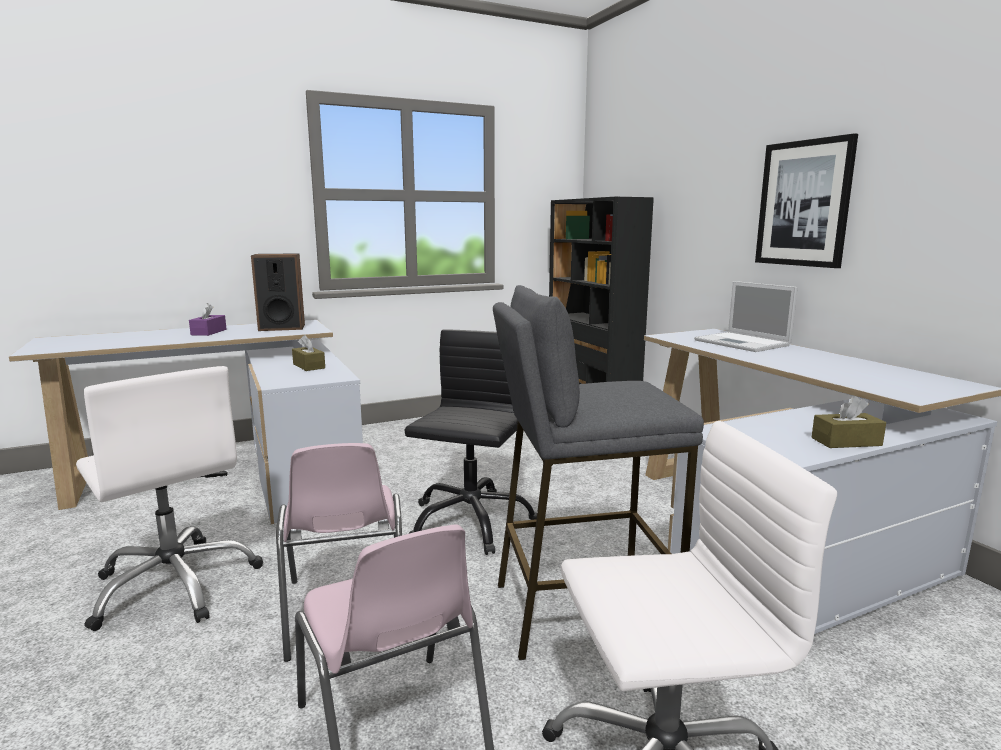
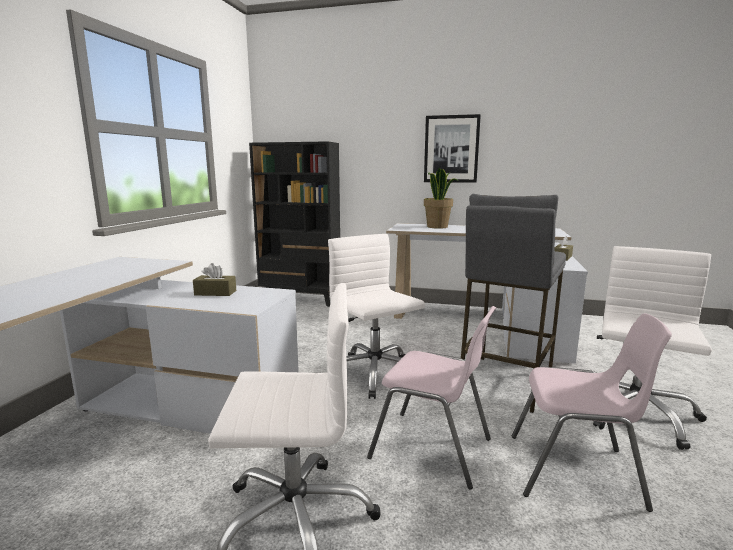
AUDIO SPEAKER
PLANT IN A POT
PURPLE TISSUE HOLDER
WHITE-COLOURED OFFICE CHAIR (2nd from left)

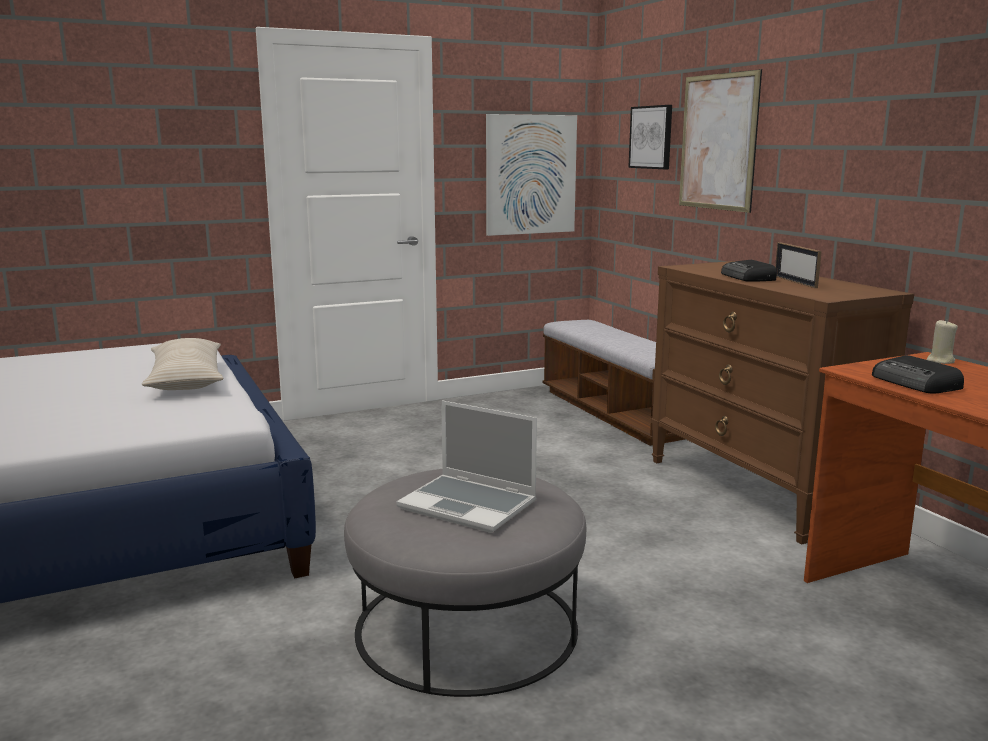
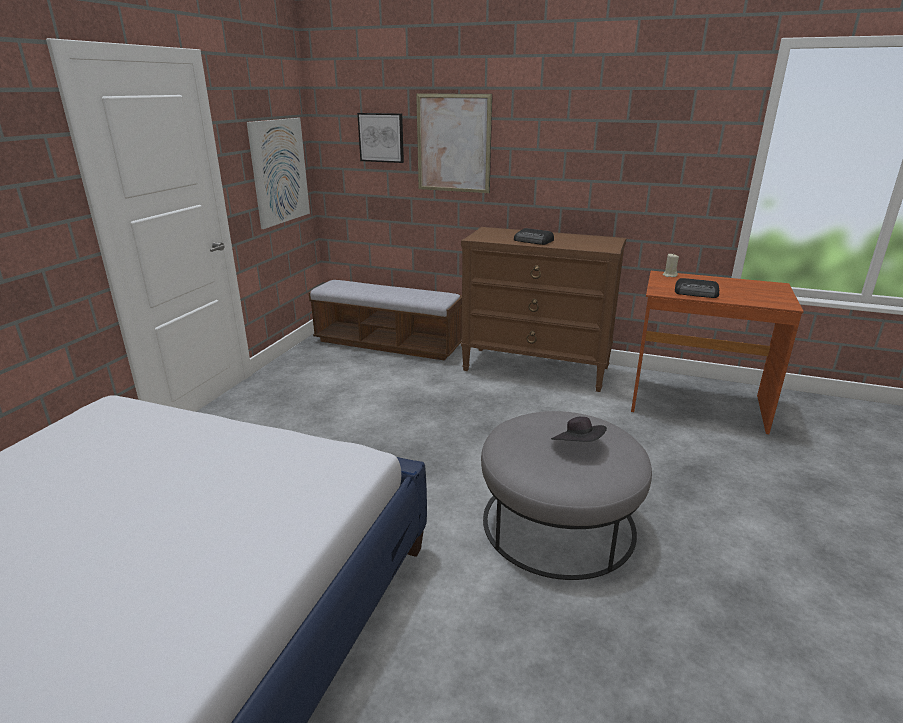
STANDING FRAME
SAND-COLOURED CUSHION
BLACK-COLOURED WEARABLE HAT

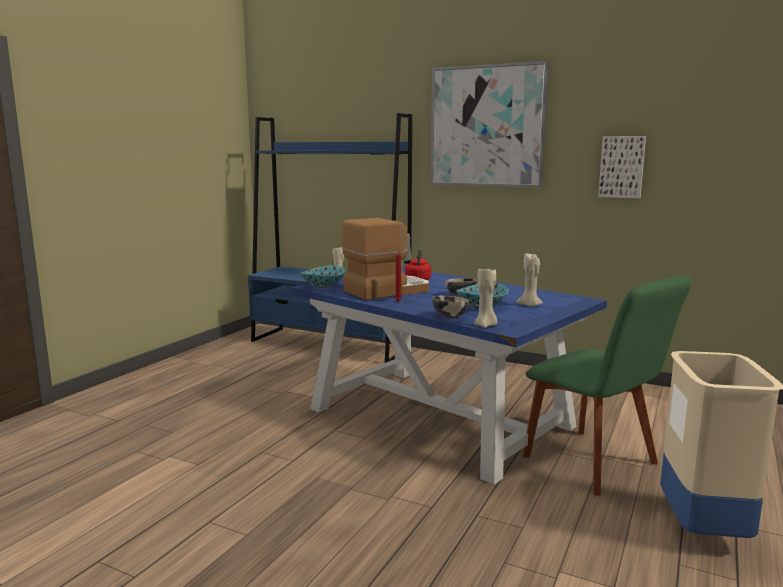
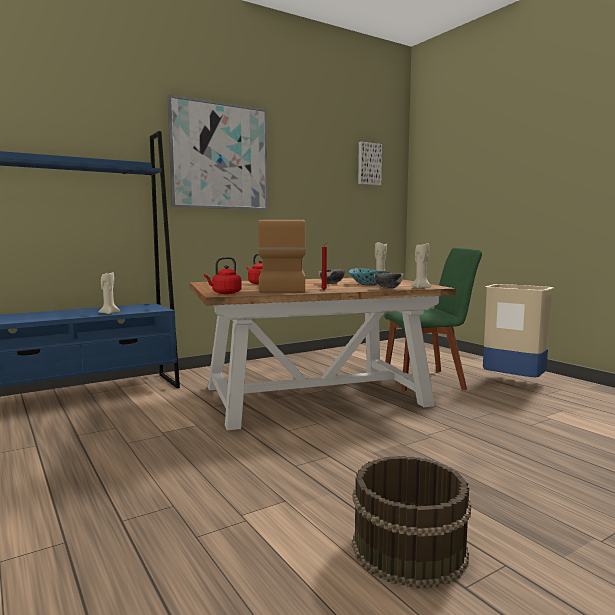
WALL ART (2nd from left)
RED WATER KETTLE (1st from left)
BROWN-COLOURED DINNER TABLE
BROWN-COLOURED PAIL

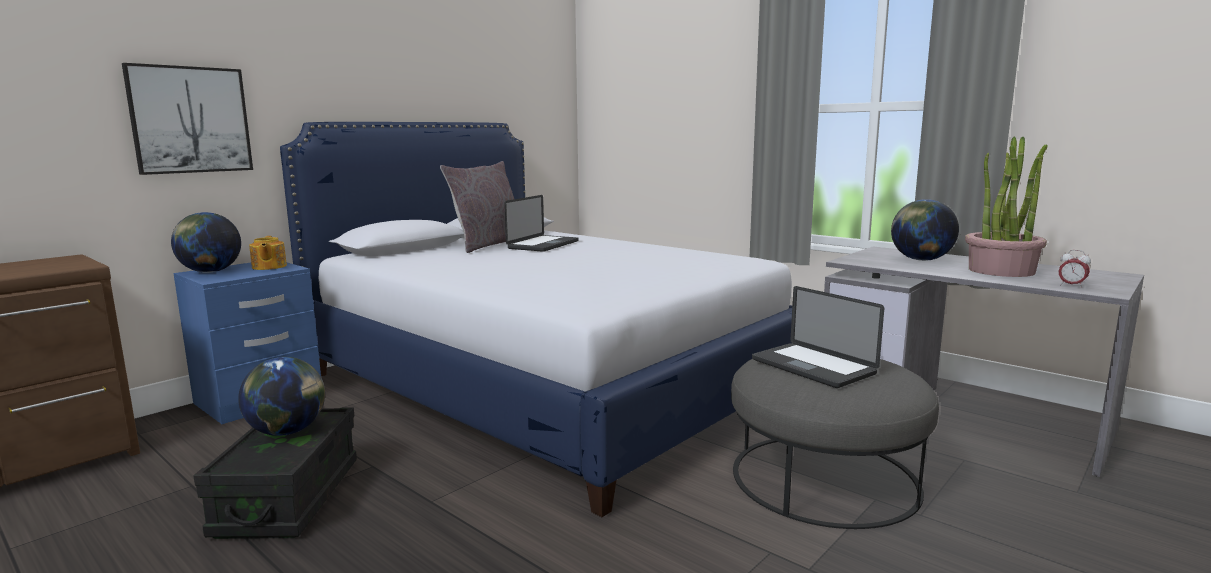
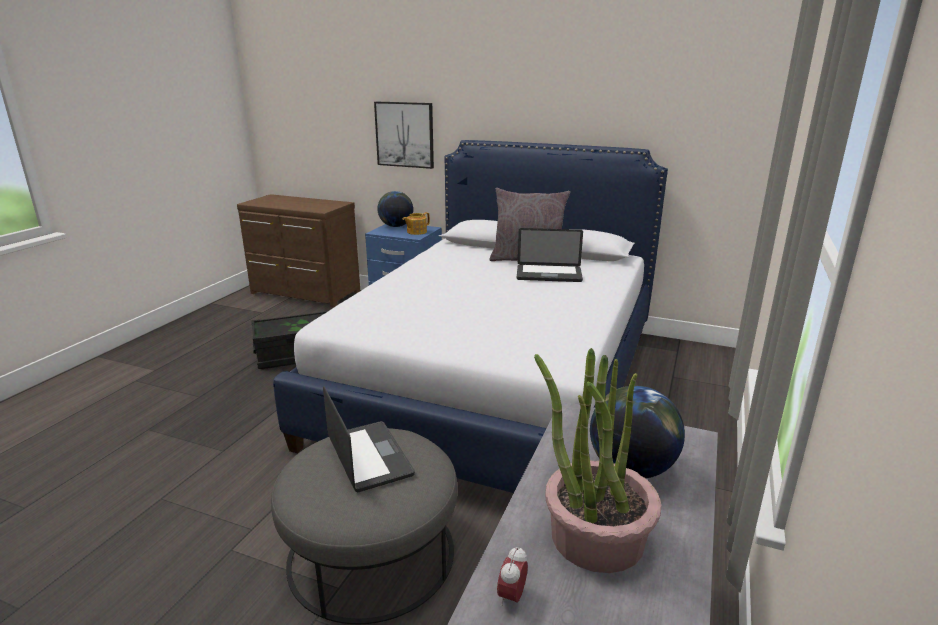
PORTABLE COMPUTER (1st from left)
WORLD GLOBE (2nd from left in the first image)

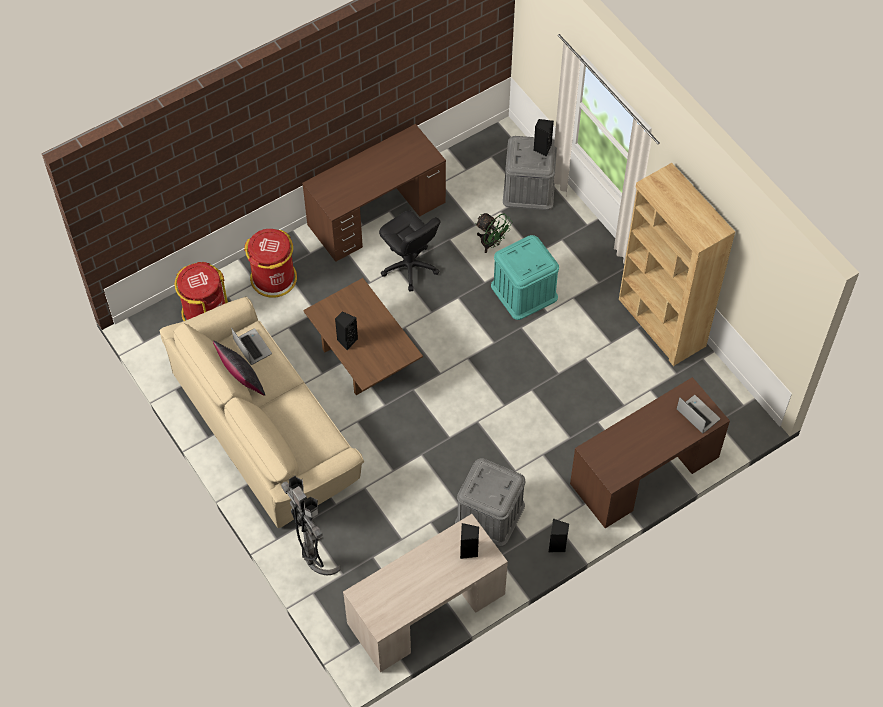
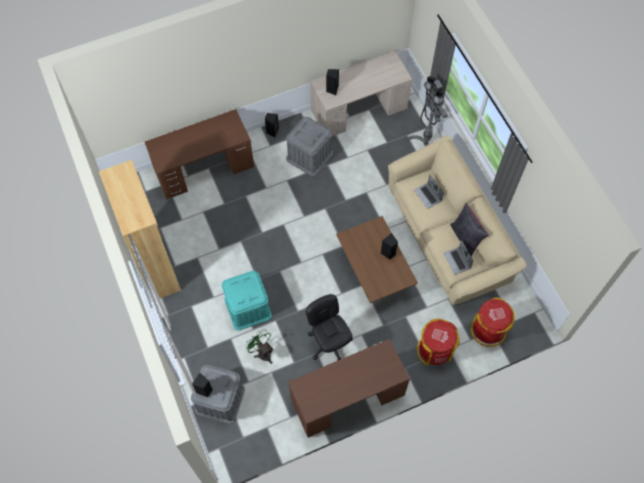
PORTABLE COMPUTER (1st from left)

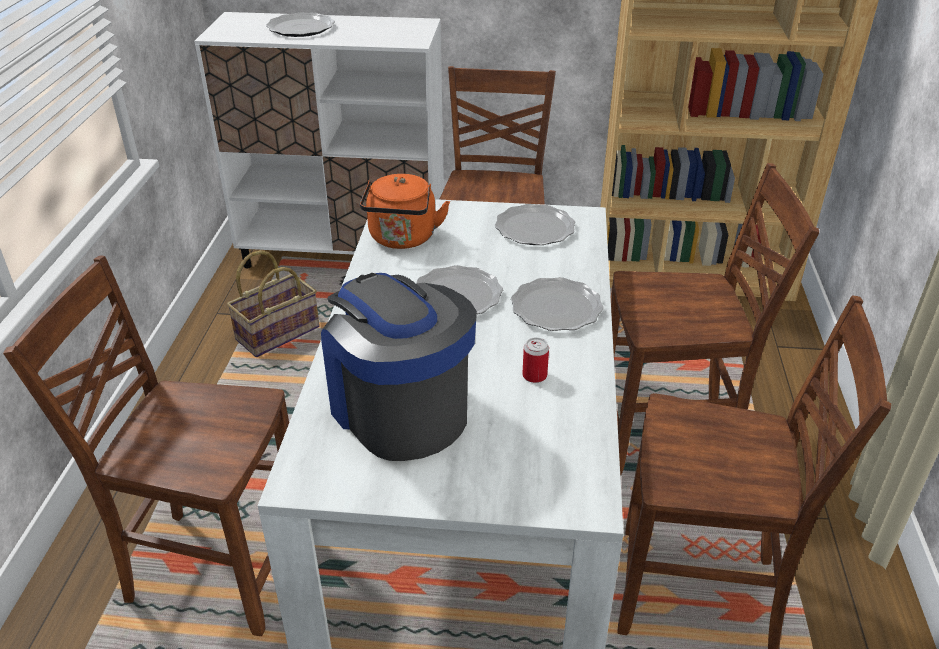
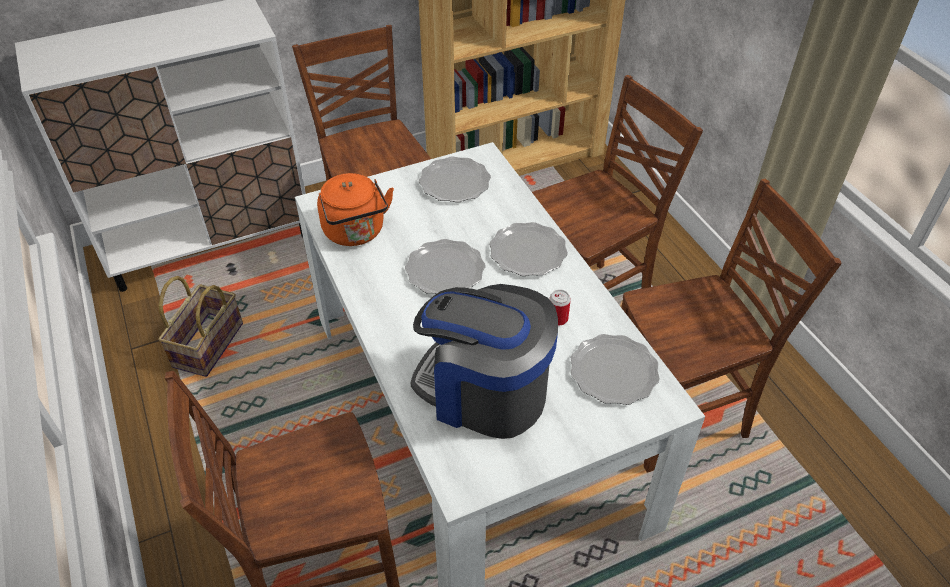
DINNER PLATE (4th from left)

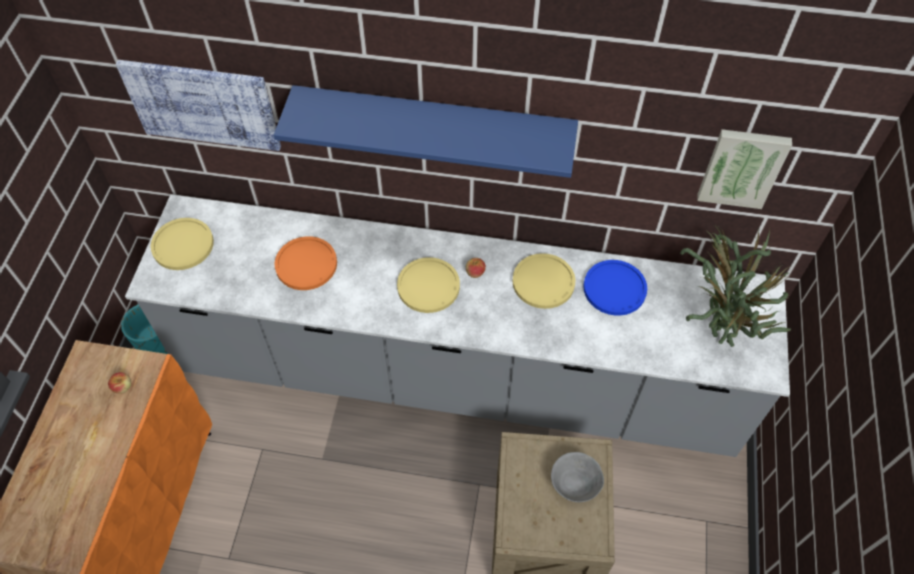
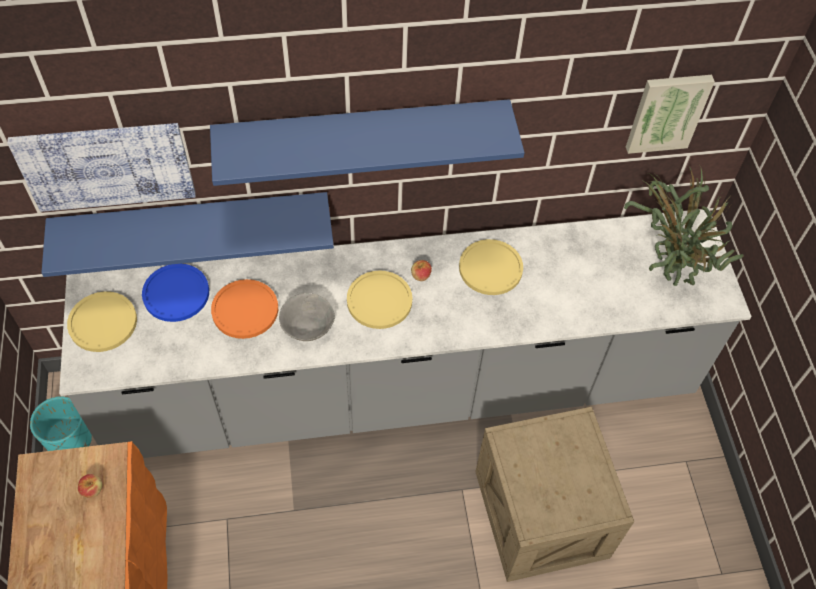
BLUE DINNER PLATE
GRAY DEEP DISH
BLUE SHELF (1st from left)

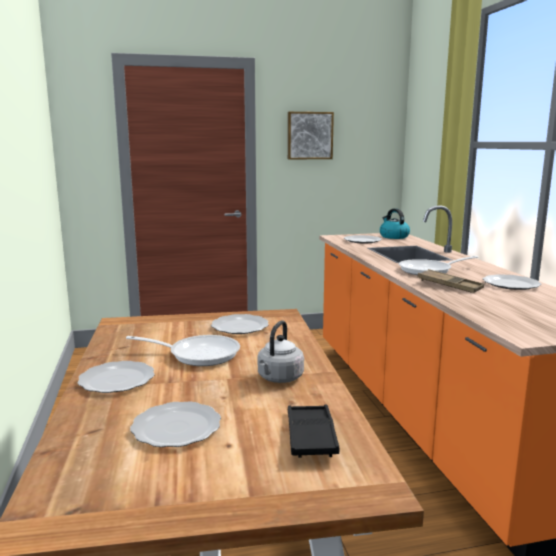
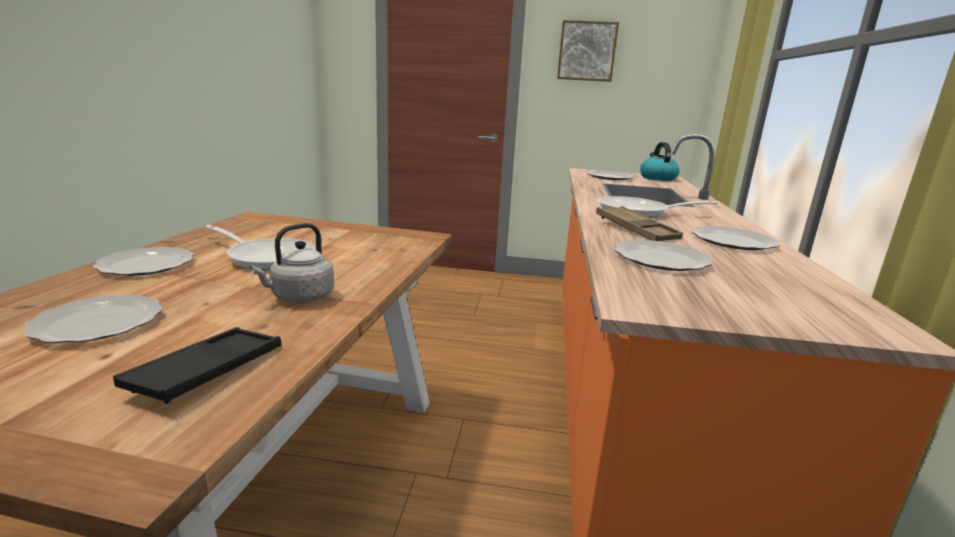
DINNER PLATE (4th from left)

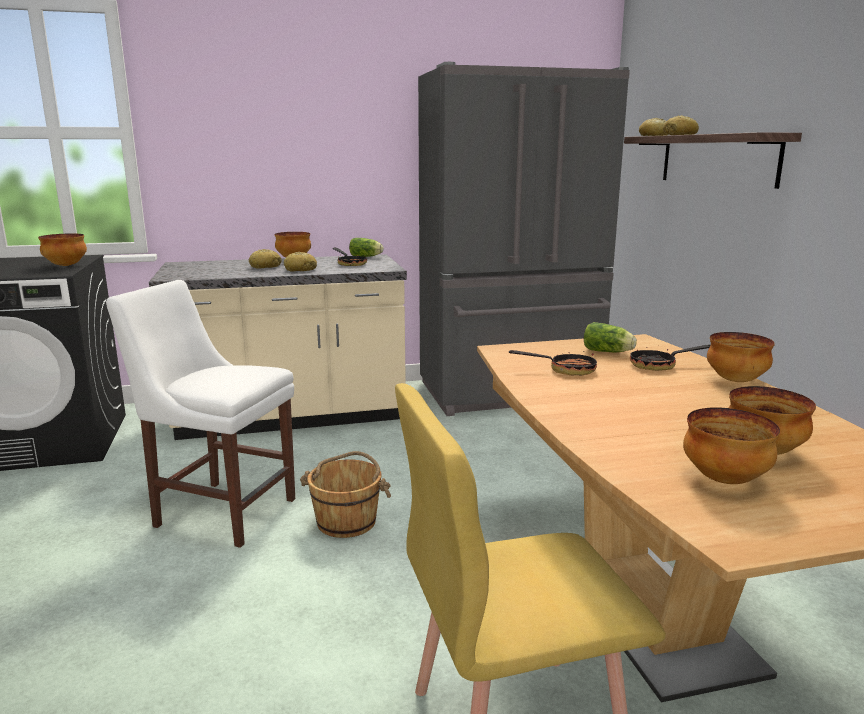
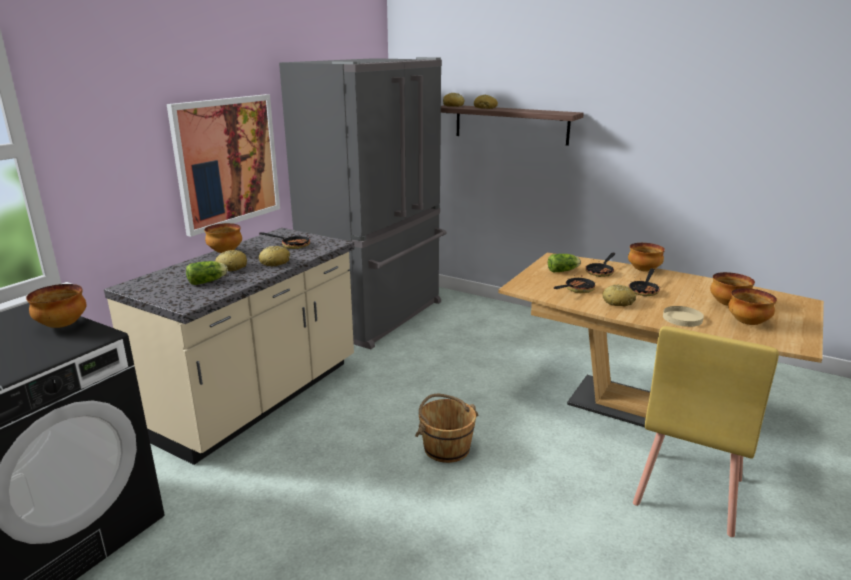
LETTUCE (1st from left)
WHITE-COLOURED UPRIGHT CHAIR
WALL ART
FRYING PAN (4th from left)
BAKERY BREAD (5th from left)
SAND-COLOURED DINNER PLATE

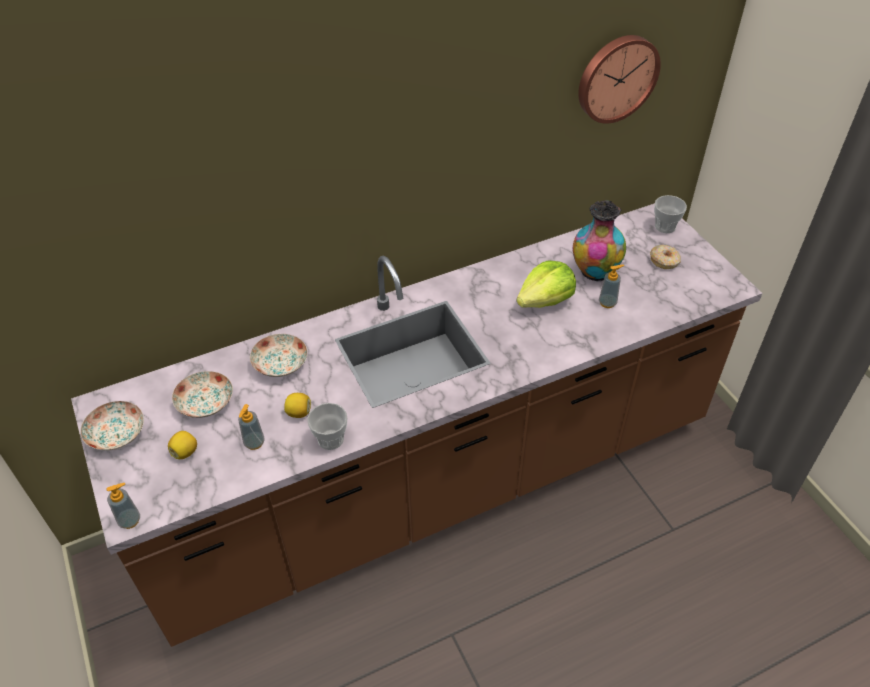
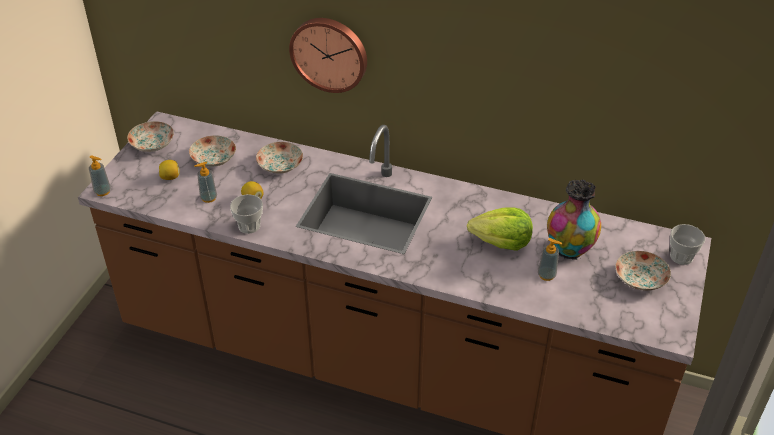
HANGING CLOCK
DINNER PLATE (4th from left)

